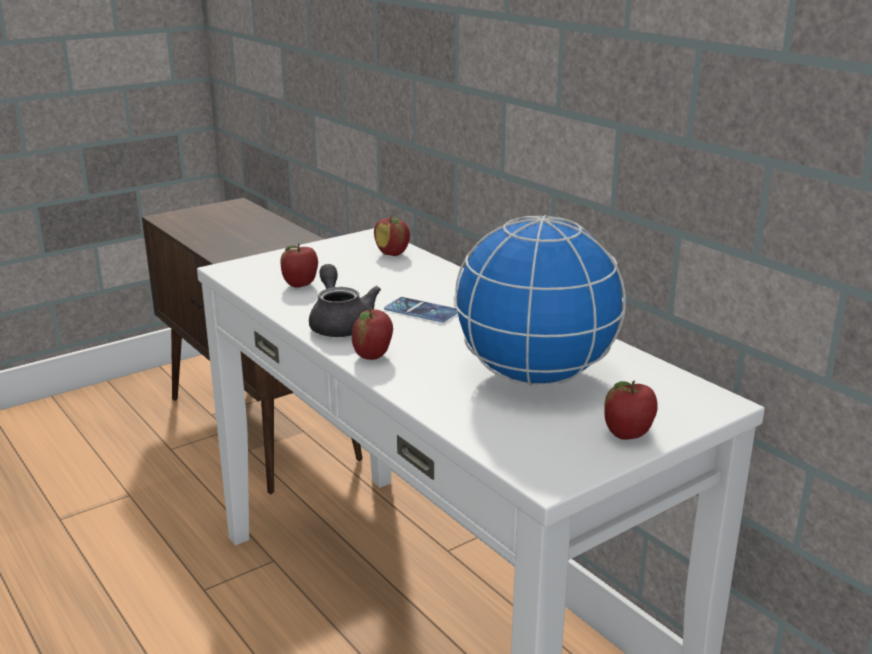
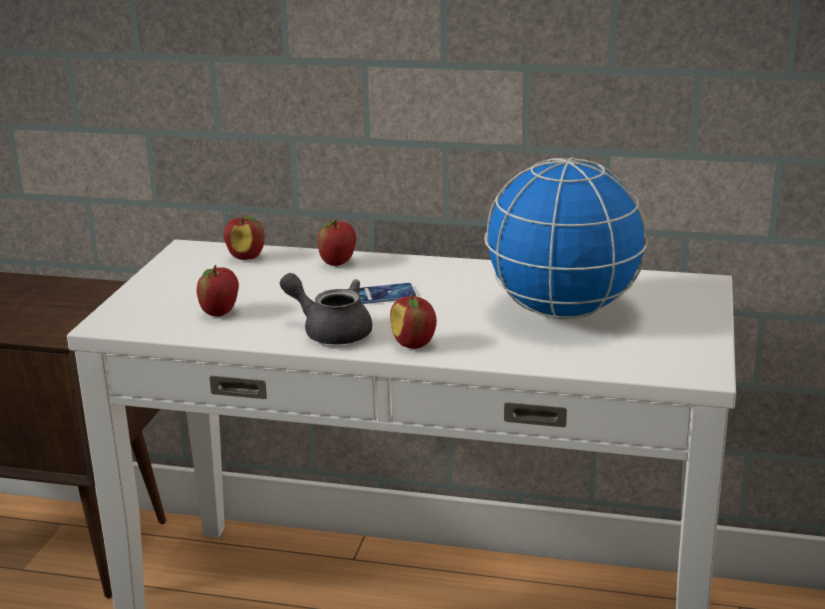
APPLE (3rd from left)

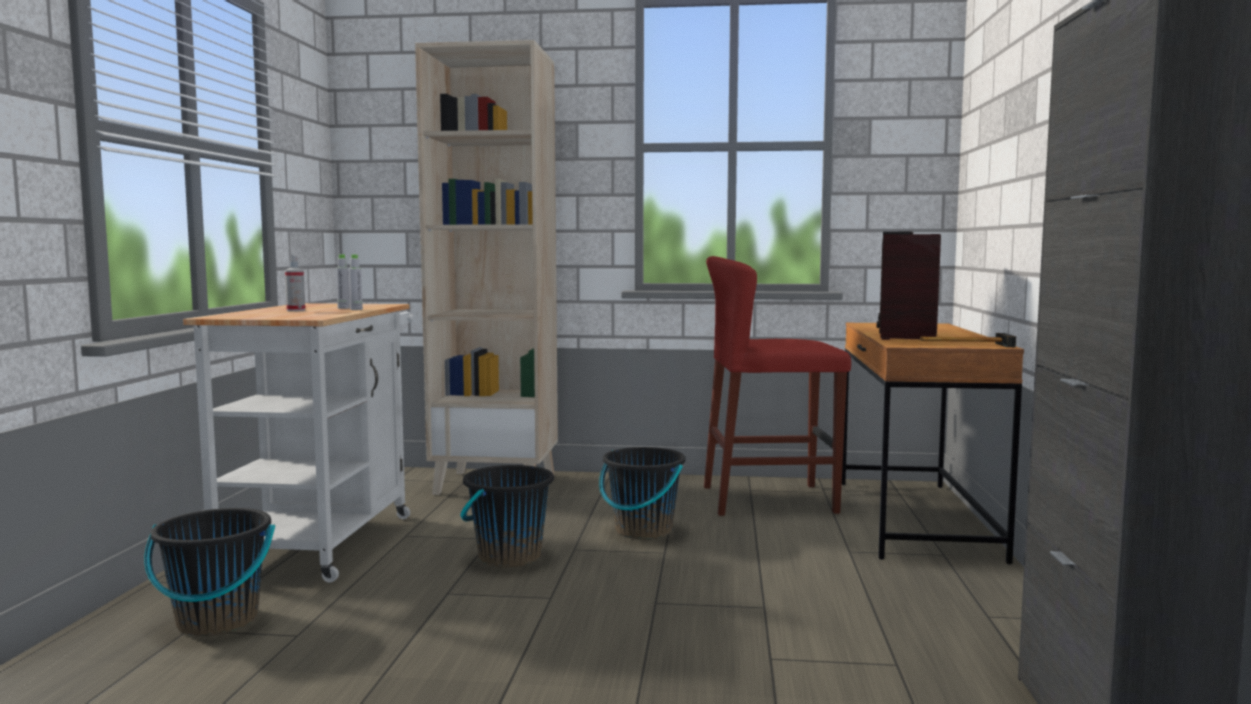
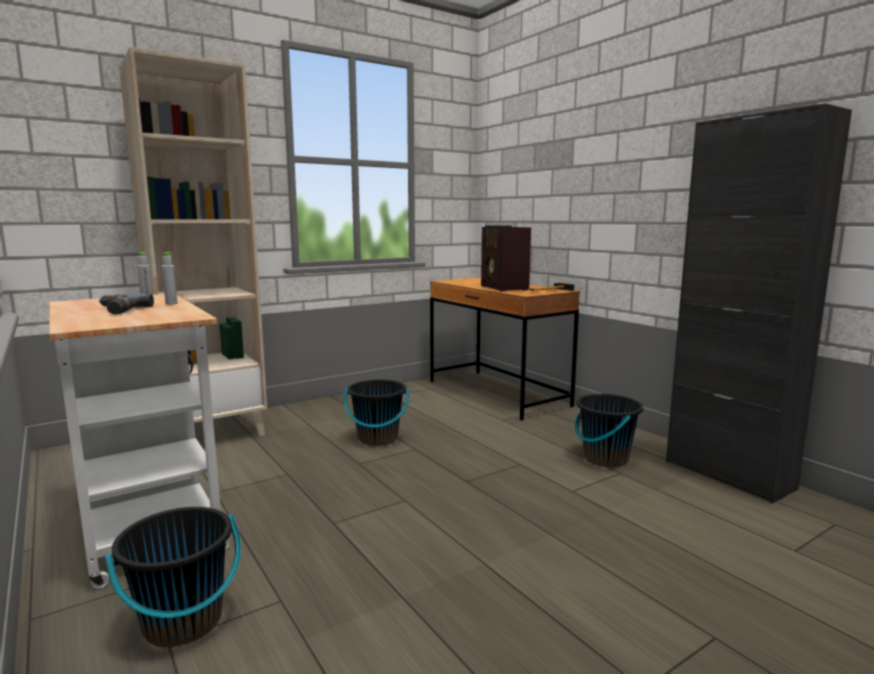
DRILL
RED SITTING STOOL
BLACK-COLOURED PAIL (3rd from left)

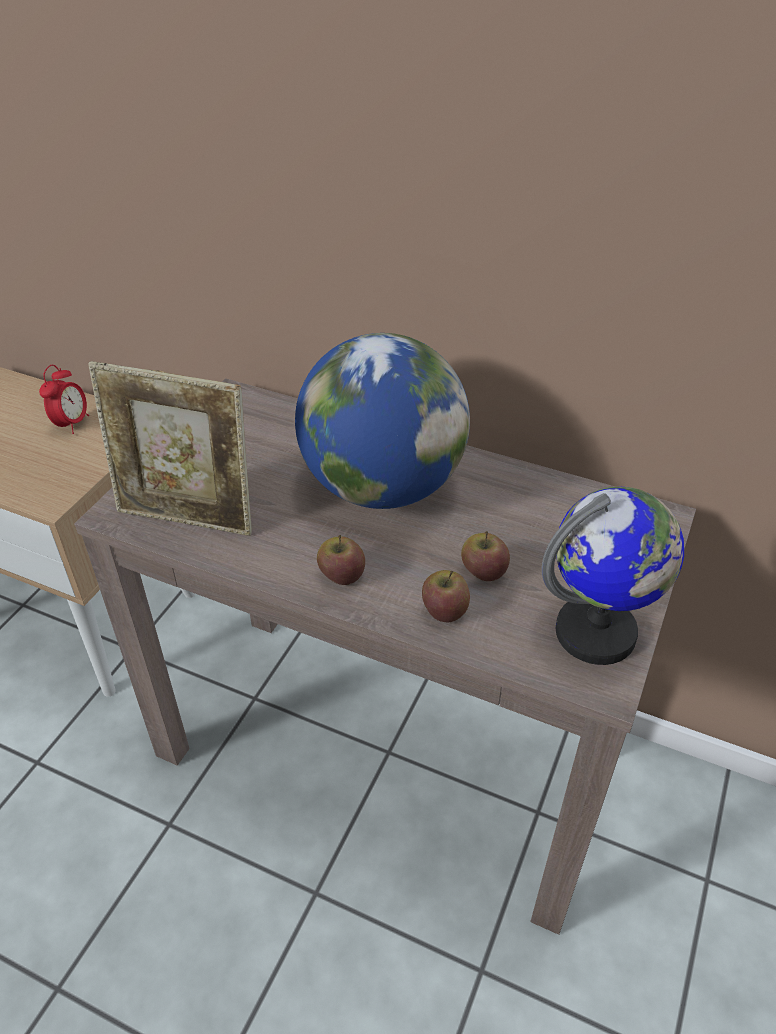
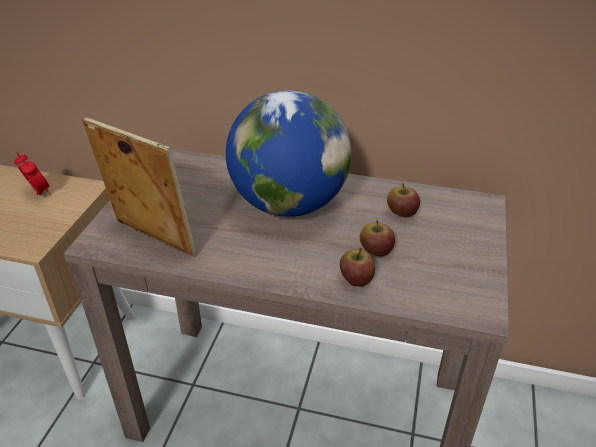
STANDING FRAME
ALARM CLOCK
WORLD GLOBE (2nd from left in the first image)
APPLE (3rd from left)

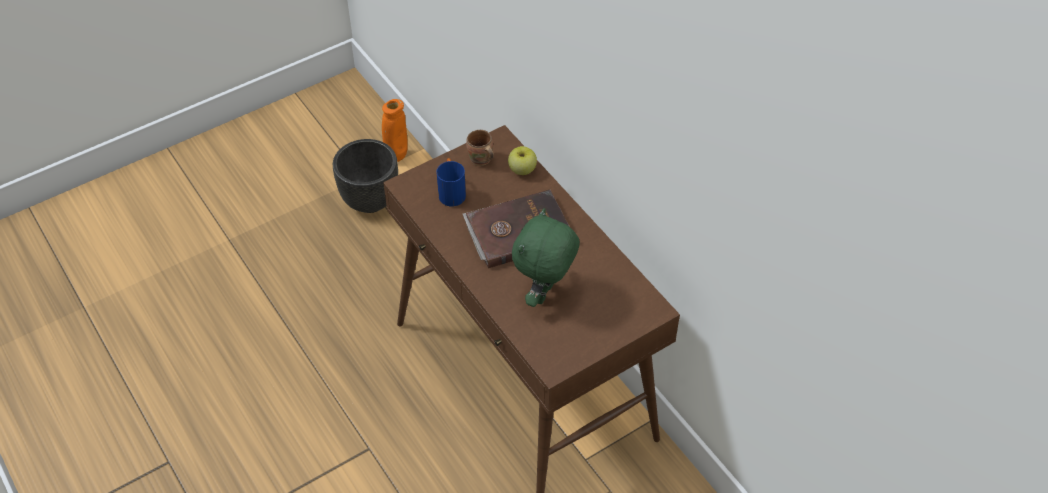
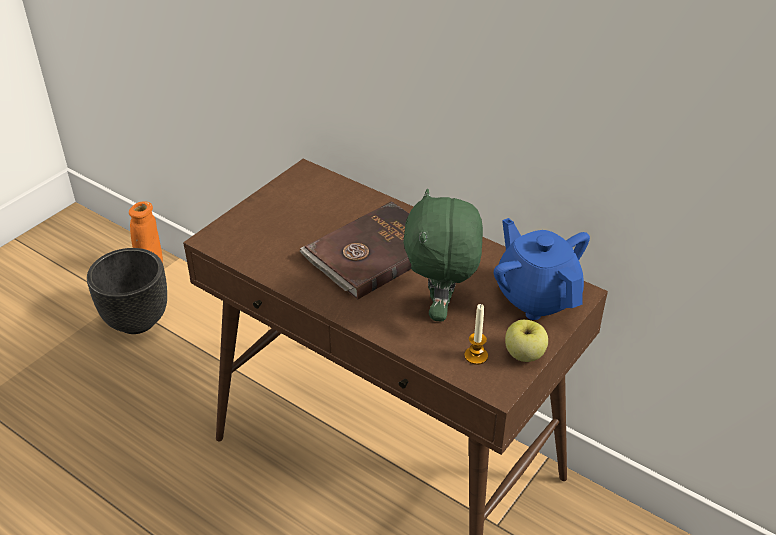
BROWN-COLOURED MUG
APPLE
BLUE MUG
BLUE TEA POT
WAX CANDLE

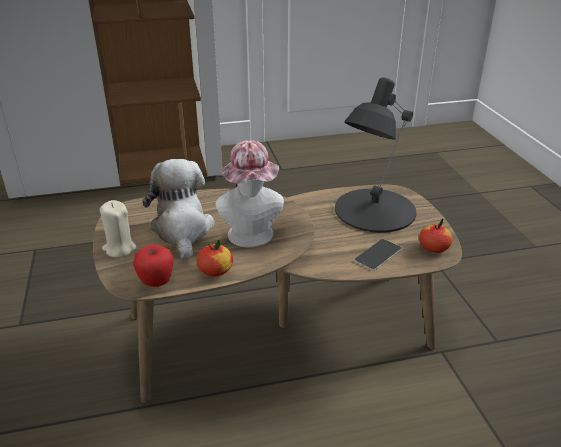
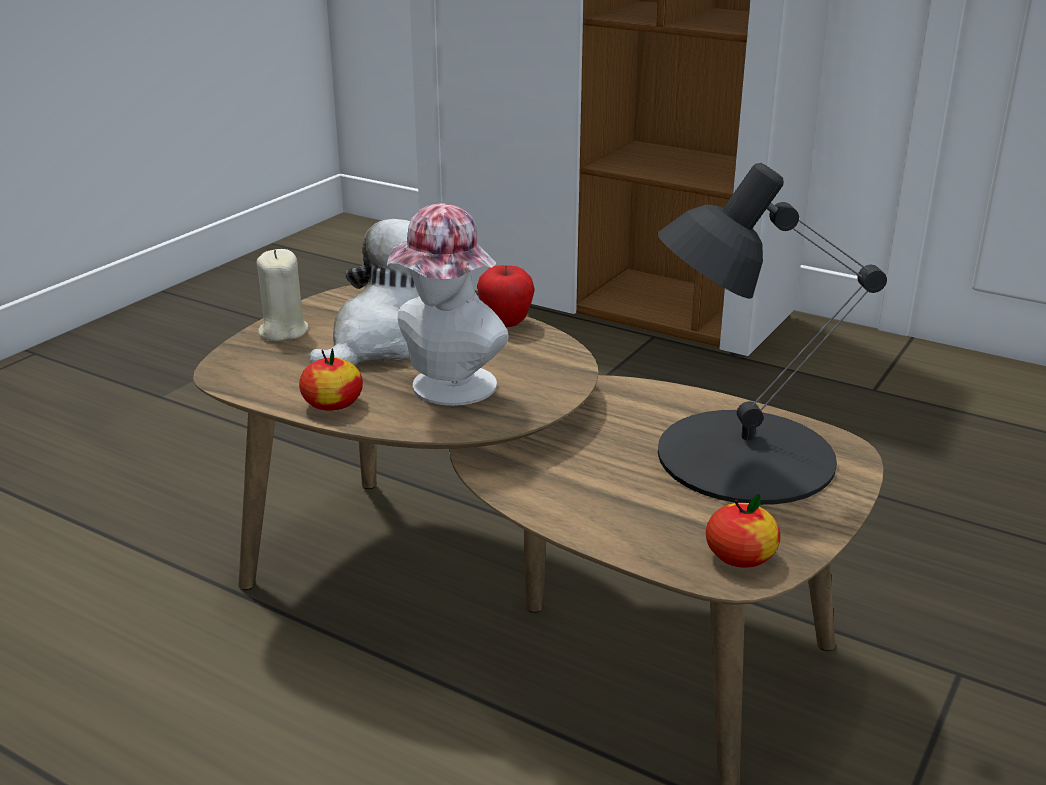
PHONE
APPLE (2nd from left)

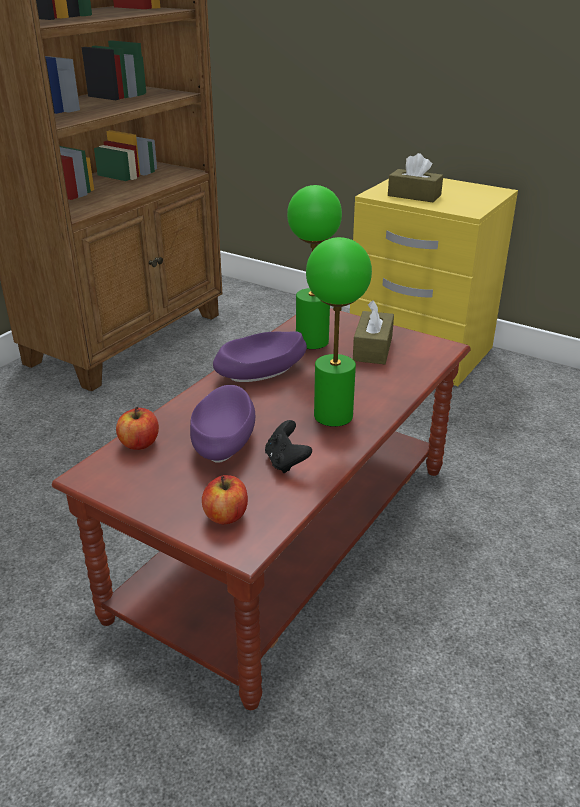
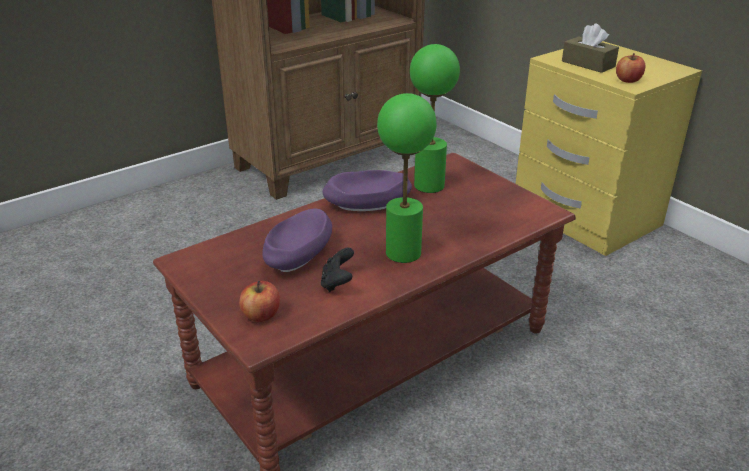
BROWN-COLOURED TISSUE HOLDER (1st from left in the first image)
APPLE (2nd from left)

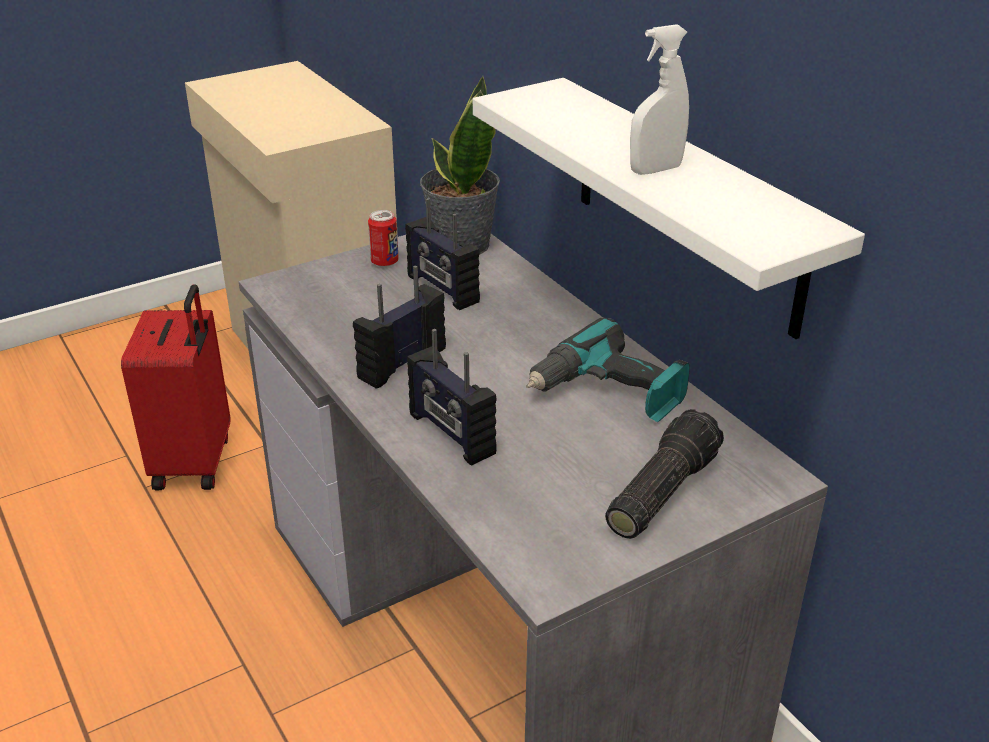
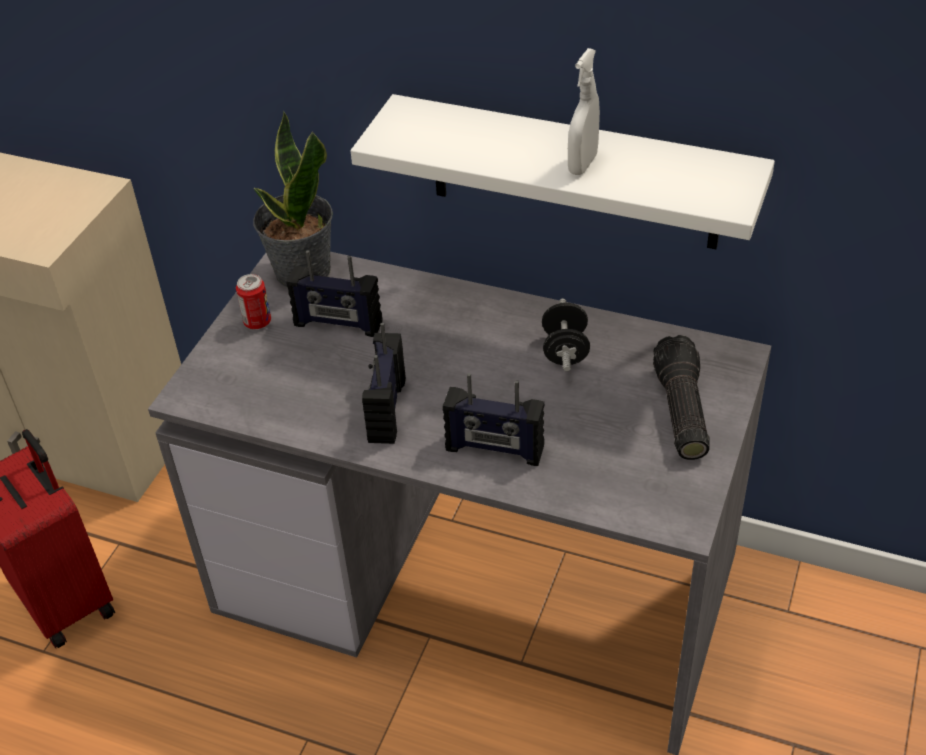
BLACK-COLOURED DUMBBELL

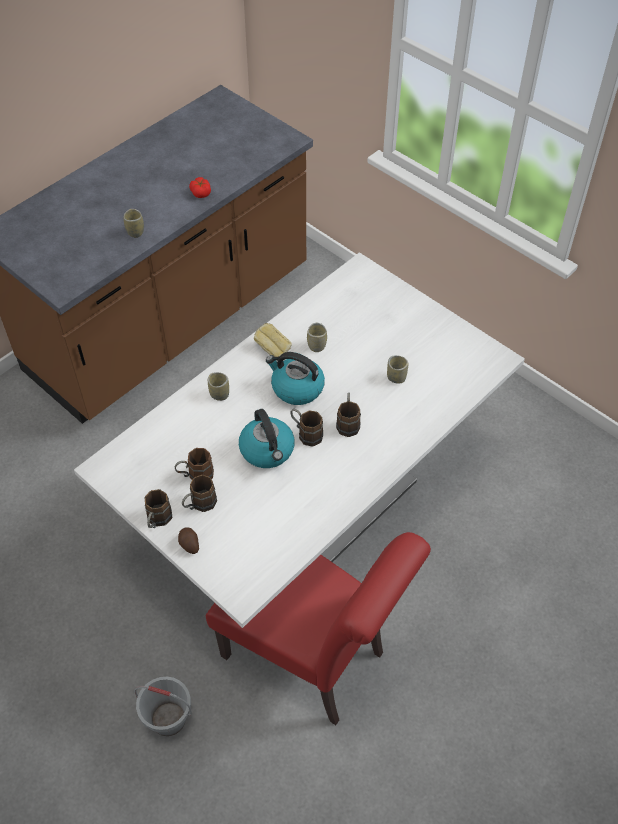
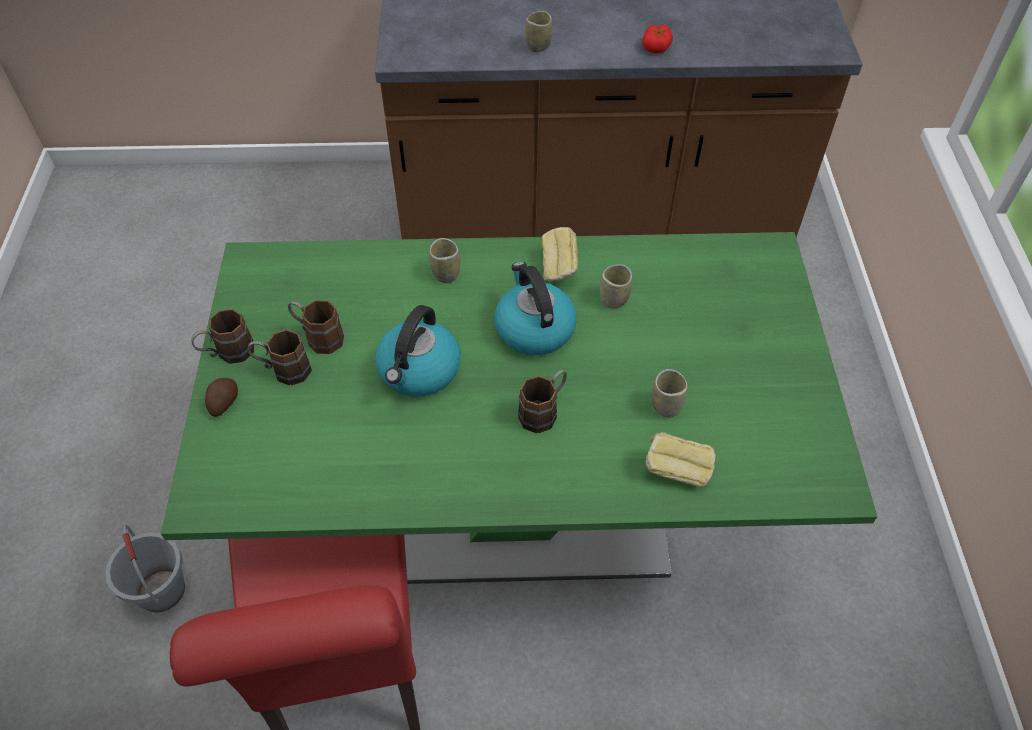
GREEN-COLOURED DINNER TABLE
BROWN-COLOURED MUG (4th from left in the first image)
BAKERY BREAD (2nd from left)

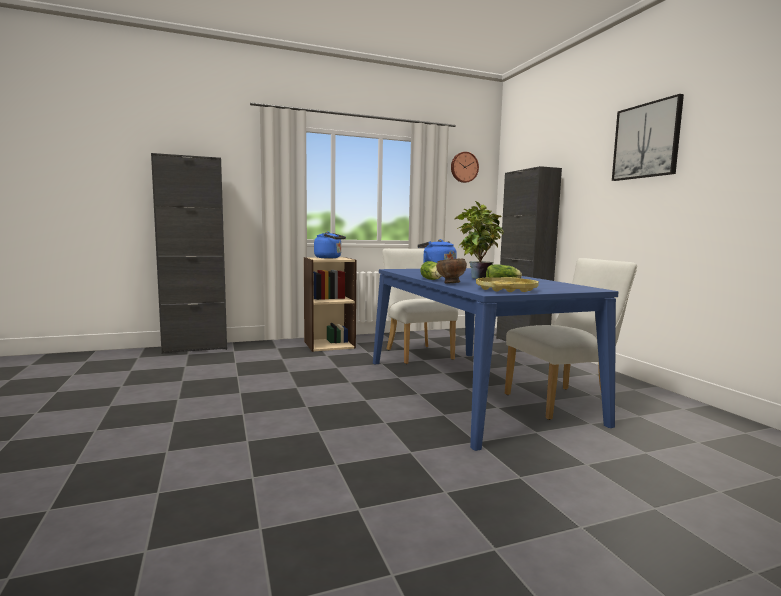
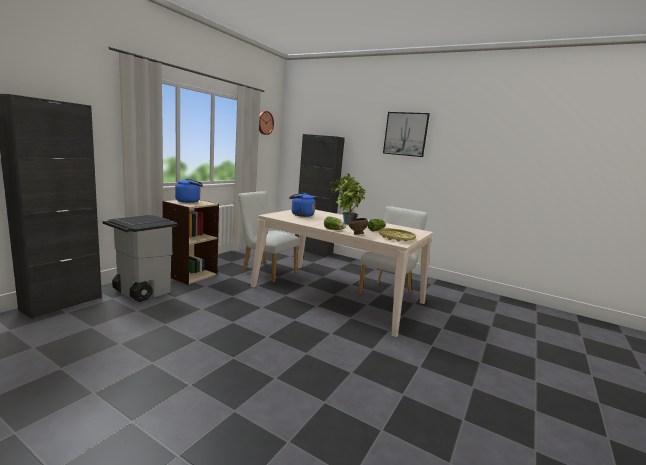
SAND-COLOURED DINNER TABLE
GRAY RUBBISH BIN

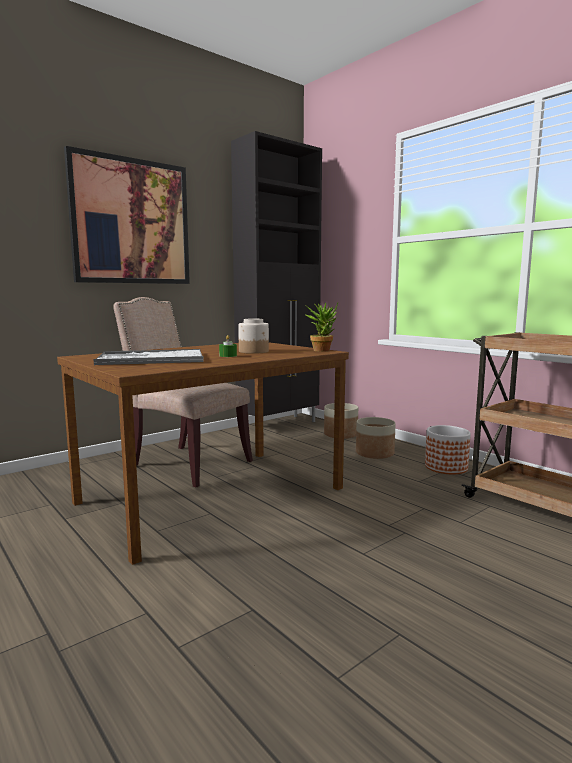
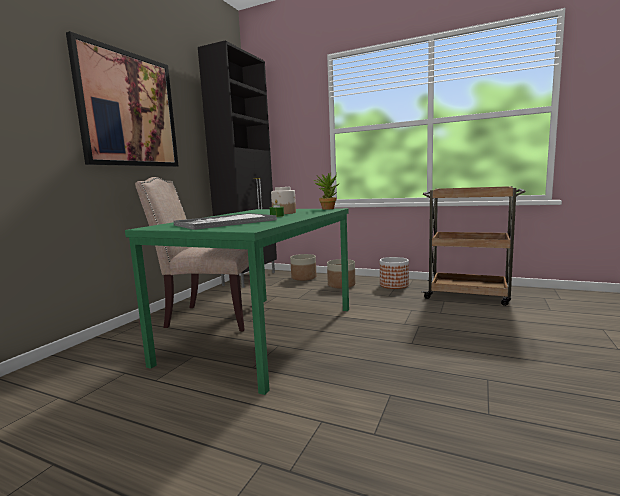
GREEN-COLOURED DINNER TABLE

